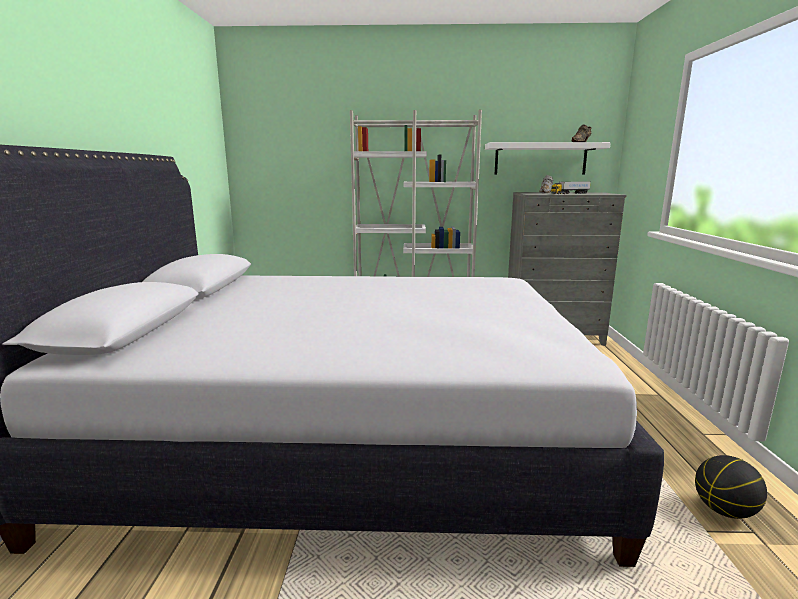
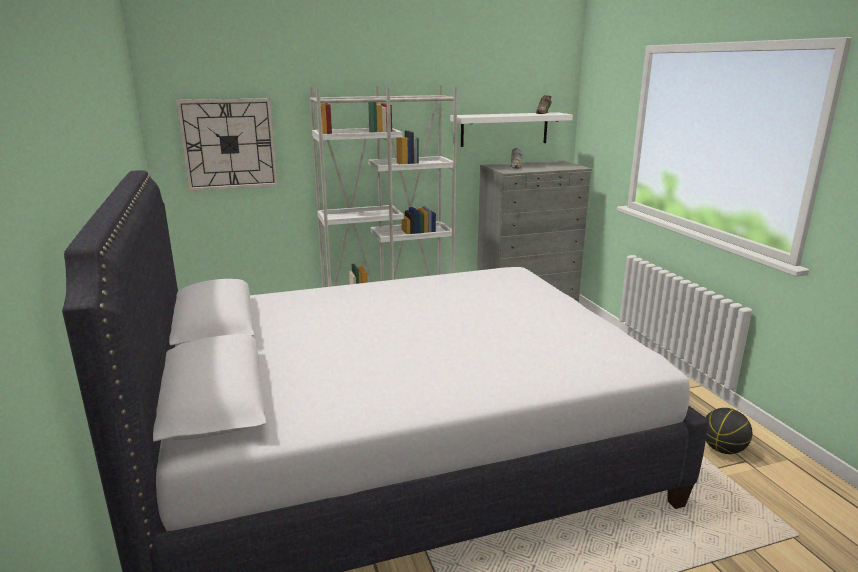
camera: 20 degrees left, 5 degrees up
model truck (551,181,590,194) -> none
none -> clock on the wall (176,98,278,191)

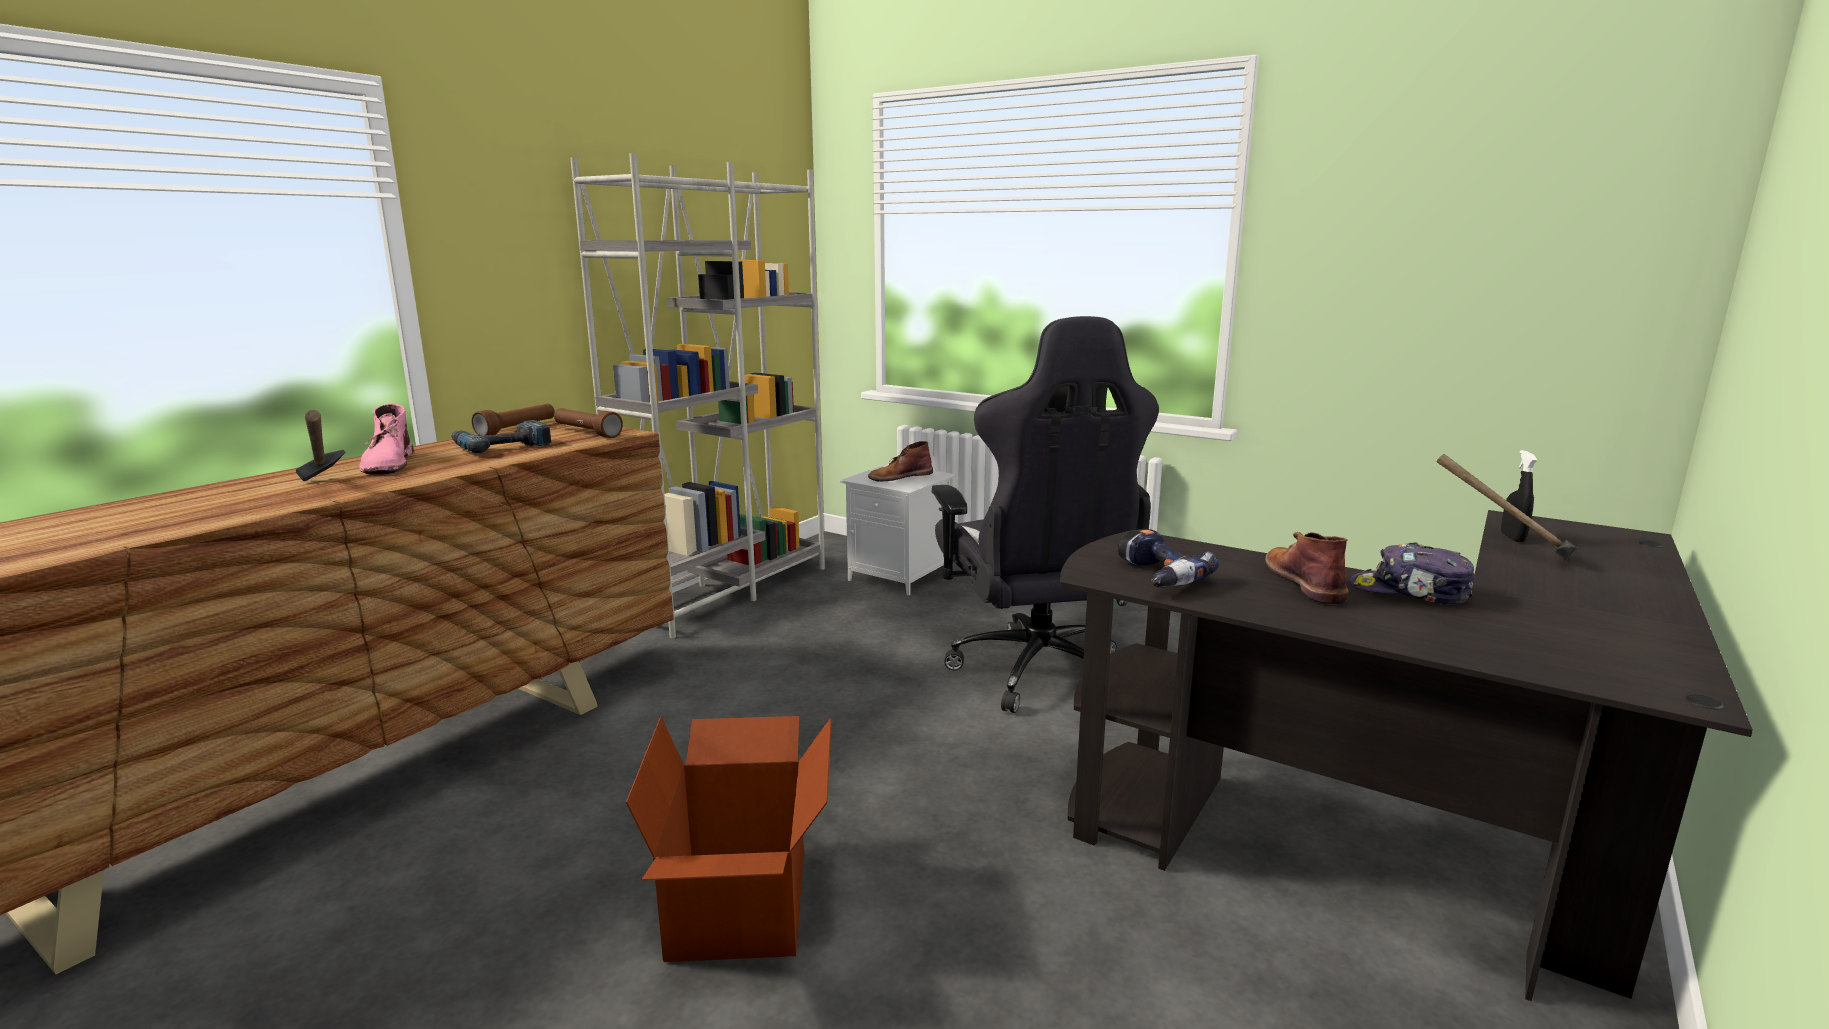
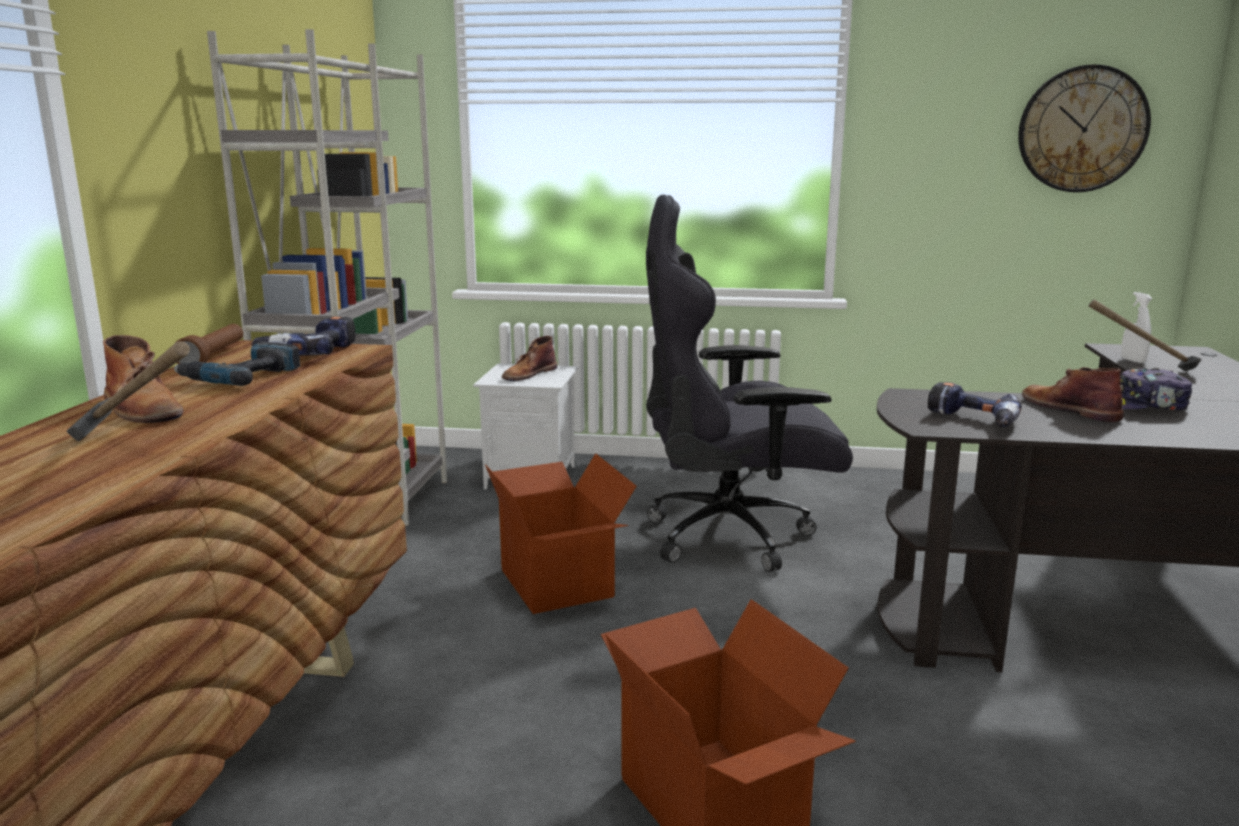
camera: 25 degrees left, 0 degrees up
tall boot/pinkish (359,404,414,474) -> tall boot/brown-coloured (103,335,184,423)
torch/brown-coloured (554,408,623,438) -> power drill (251,316,356,356)
desk chair/blackish (931,316,1159,713) -> desk chair/blackish (646,195,853,572), 120 degrees clockwise
hand sprayer/blackish (1501,450,1537,542) -> hand sprayer/whitish (1121,292,1152,363)
none -> cardboard box (485,453,637,614)
none -> clock on the wall (1018,64,1151,192)

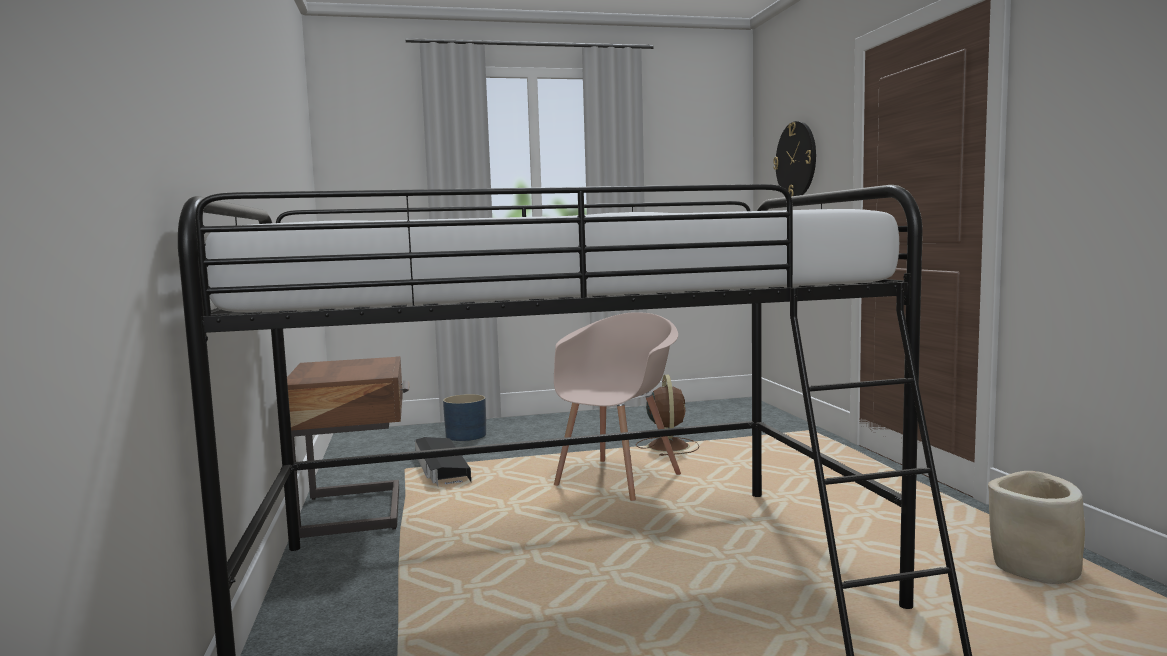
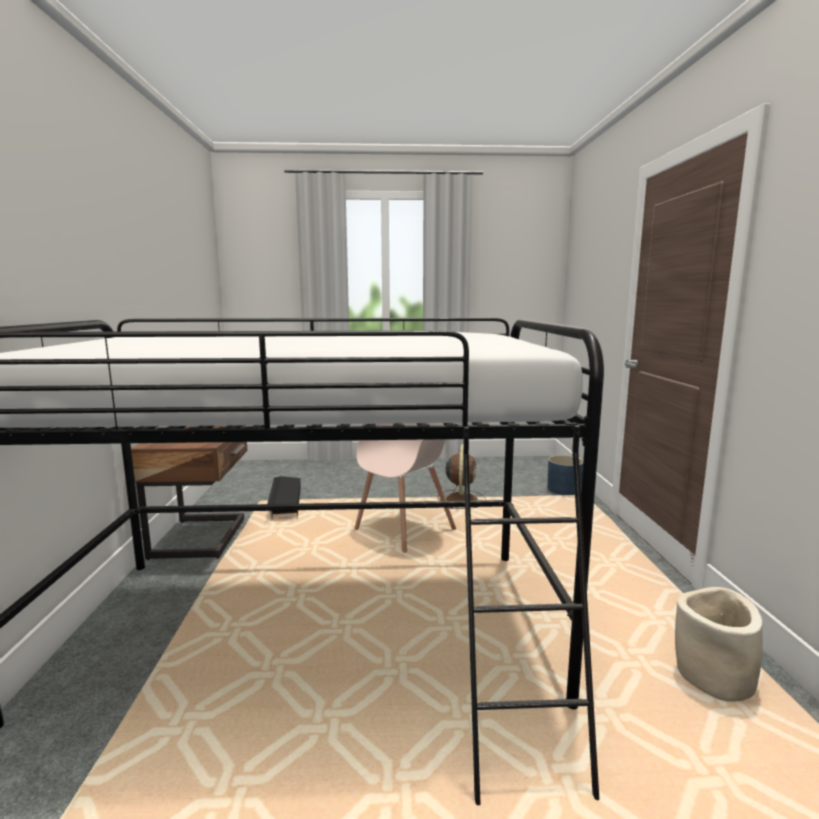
camera: 10 degrees right, 5 degrees up
planter/blue-coloured (443,394,486,441) -> planter/blue-coloured (547,455,583,495), moved
clock on the wall (773,121,816,196) -> none

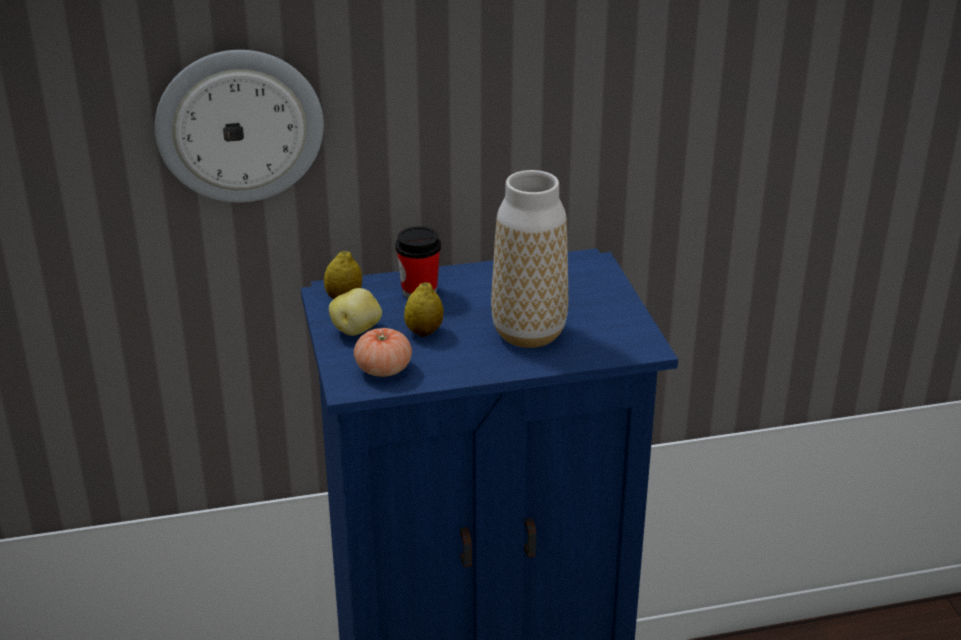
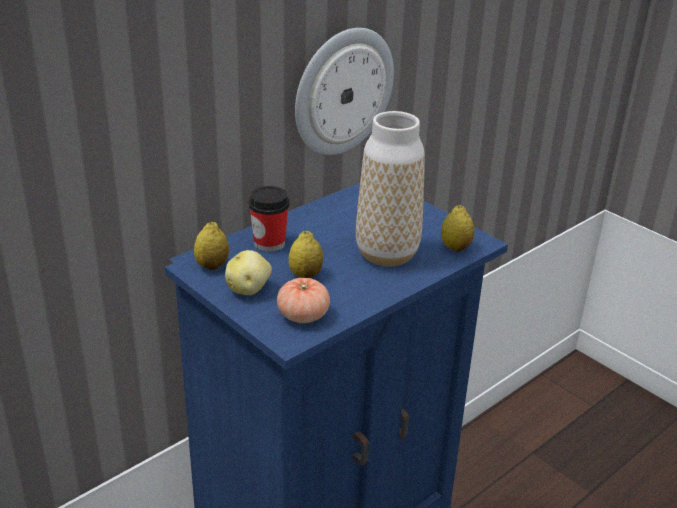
camera: 30 degrees left, 0 degrees up
clock on the wall (155,50,324,203) -> clock on the wall (295,28,394,155), moved
none -> citrus fruit (441,205,475,252)

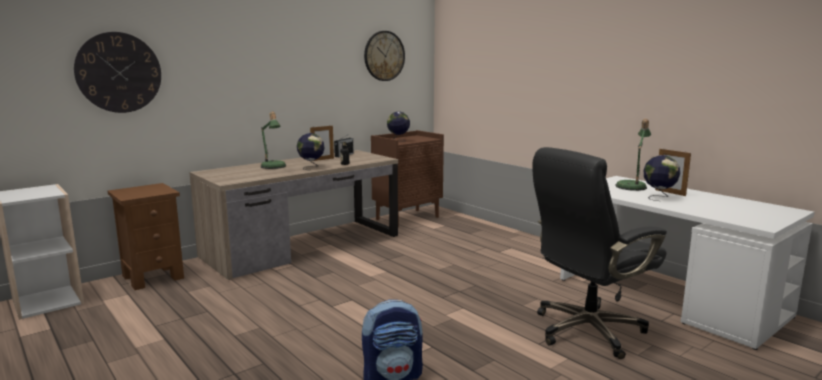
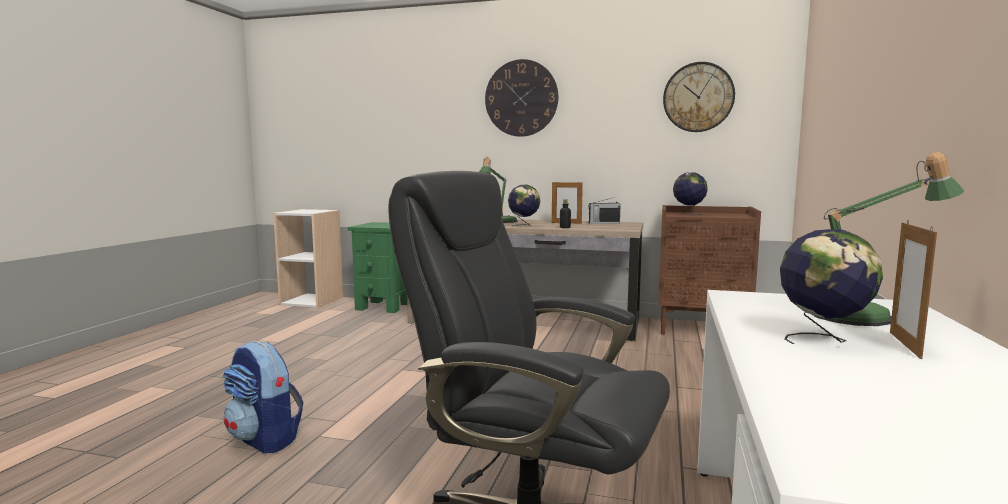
camera: 55 degrees right, 5 degrees down
clock on the wall (74,32,161,113) -> clock on the wall (485,59,558,137), moved
nightstand/brown-coloured (108,183,184,290) -> nightstand/green (348,222,407,313)

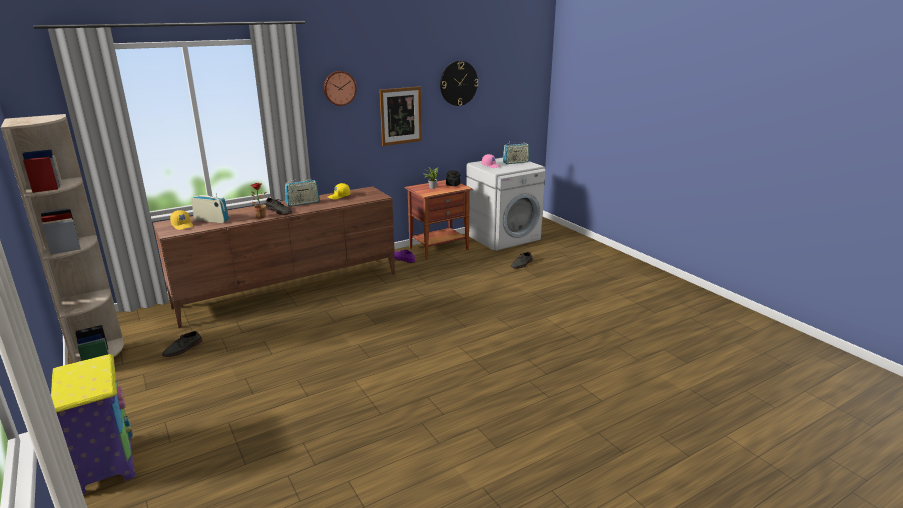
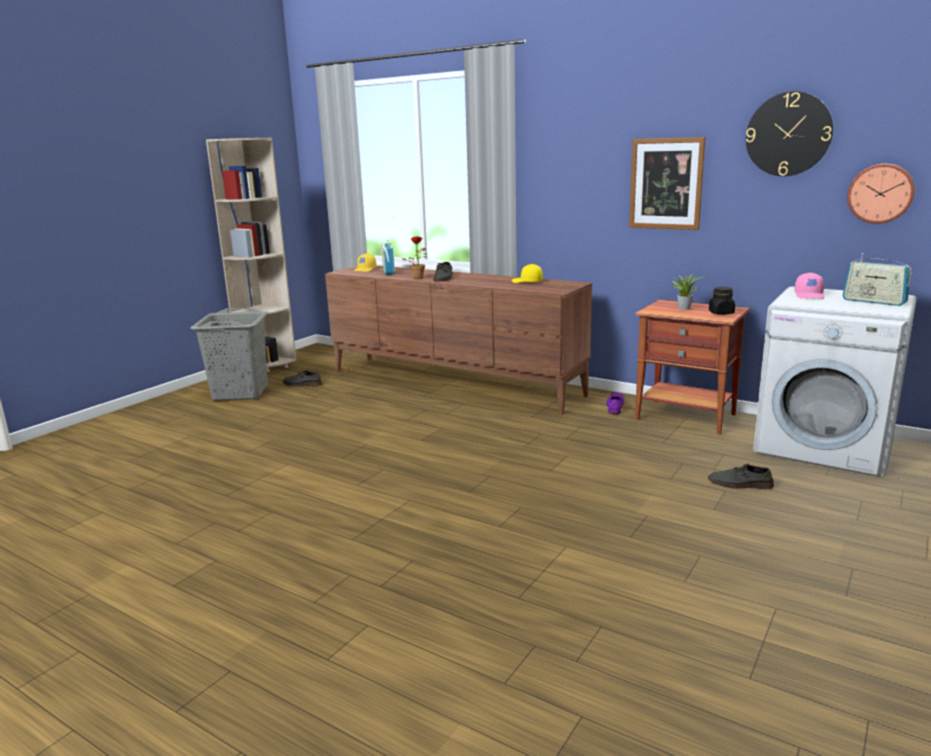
camera: 65 degrees right, 5 degrees down
nightstand (51,354,136,496) -> none
radio receiver (285,178,320,207) -> none
clock on the wall (323,71,357,106) -> clock on the wall (847,164,915,224), moved
none -> hamper/gray (190,307,268,401)

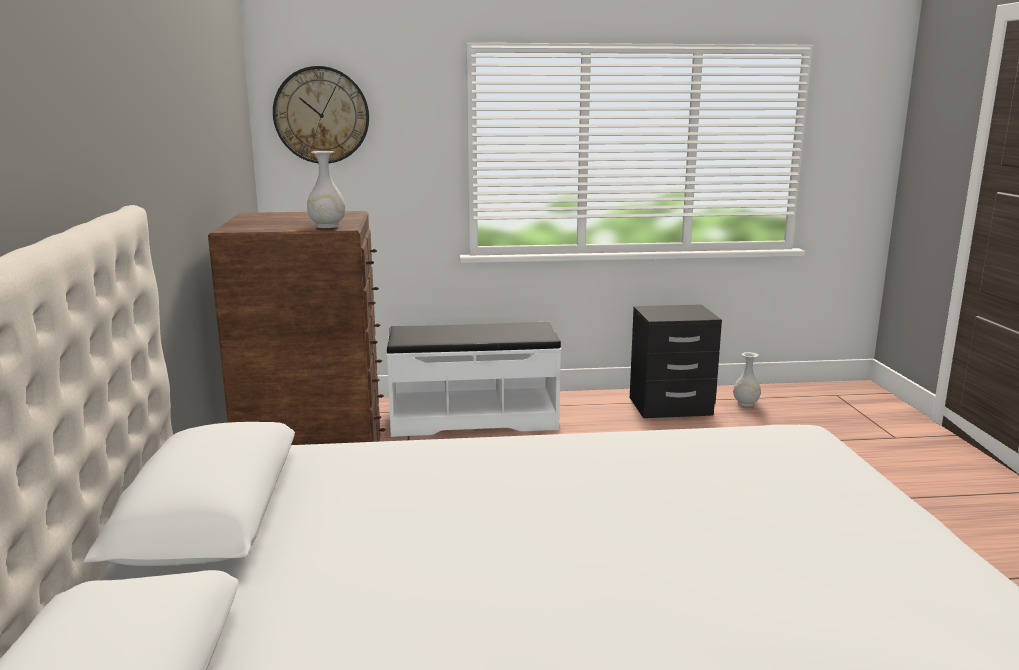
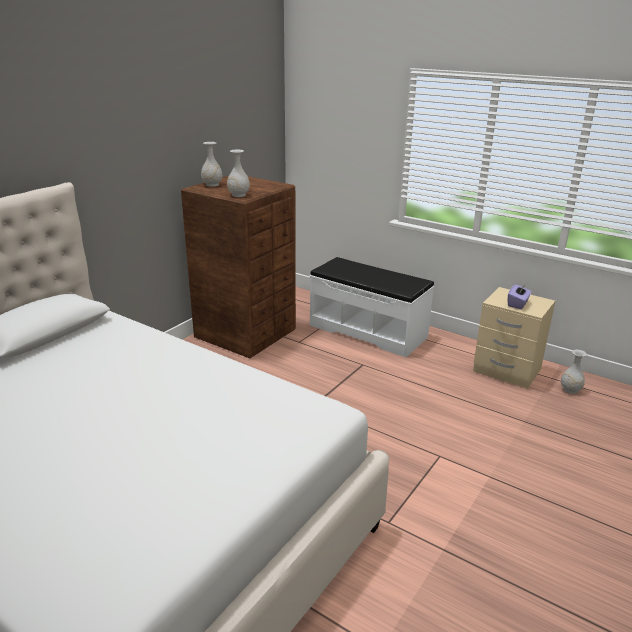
camera: 40 degrees right, 10 degrees up
clock on the wall (273,66,369,163) -> none
nightstand/blackish (630,304,722,418) -> nightstand/beige (473,287,555,389)
none -> decorative vase/whitish (201,142,223,187)
none -> tissue box/purplish (508,284,532,309)

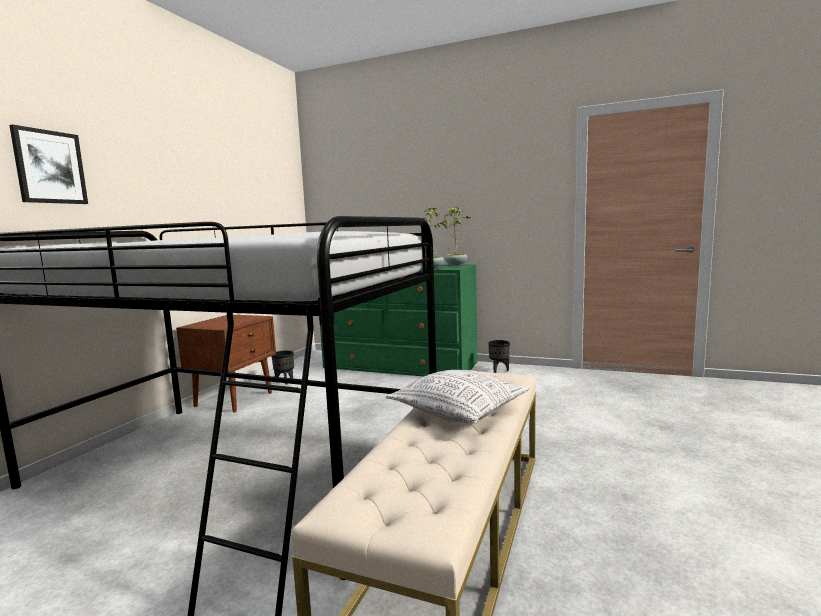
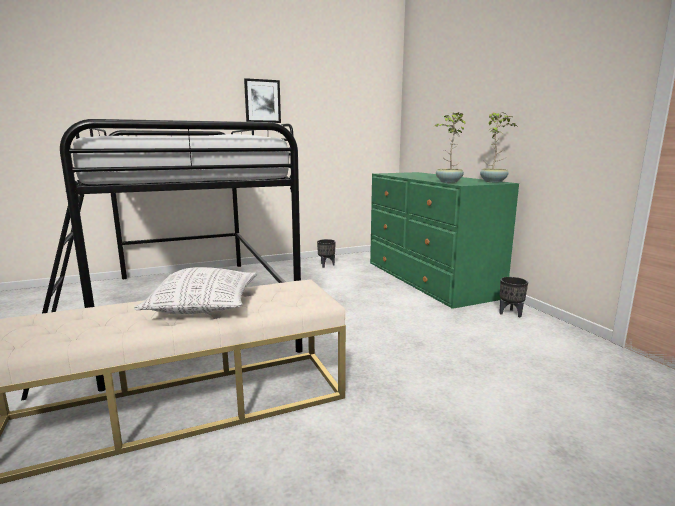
camera: 45 degrees right, 5 degrees up
picture (9,125,88,204) -> picture (244,78,281,123), moved
nightstand/brown-coloured (176,315,276,412) -> none

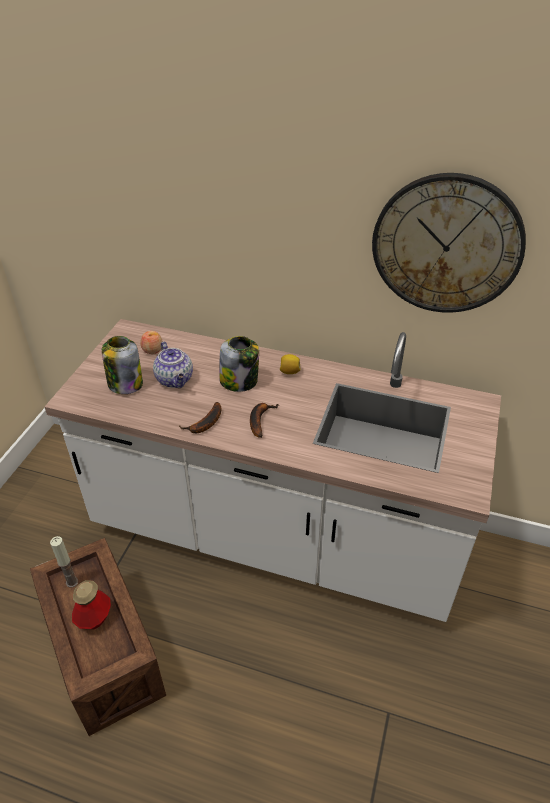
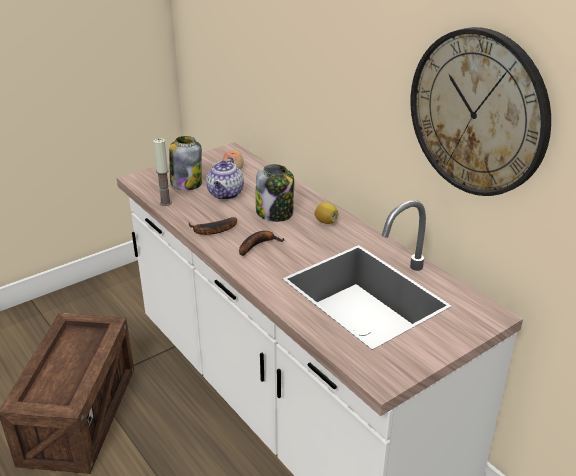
camera: 35 degrees right, 10 degrees down
wax light (50,536,78,588) -> wax light (153,138,172,206), moved
bottle (72,580,111,629) -> none

